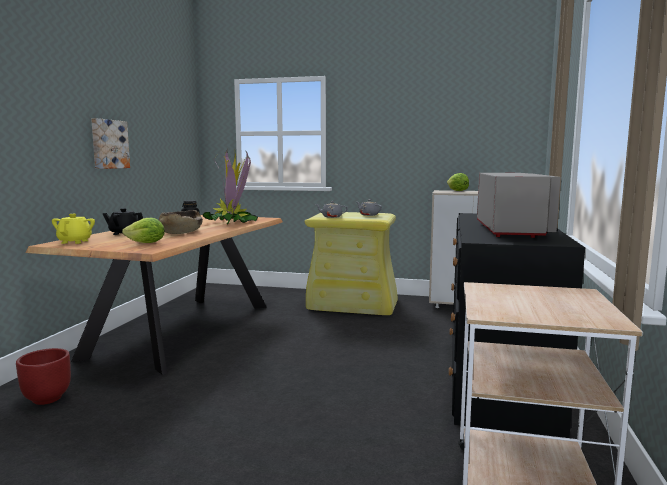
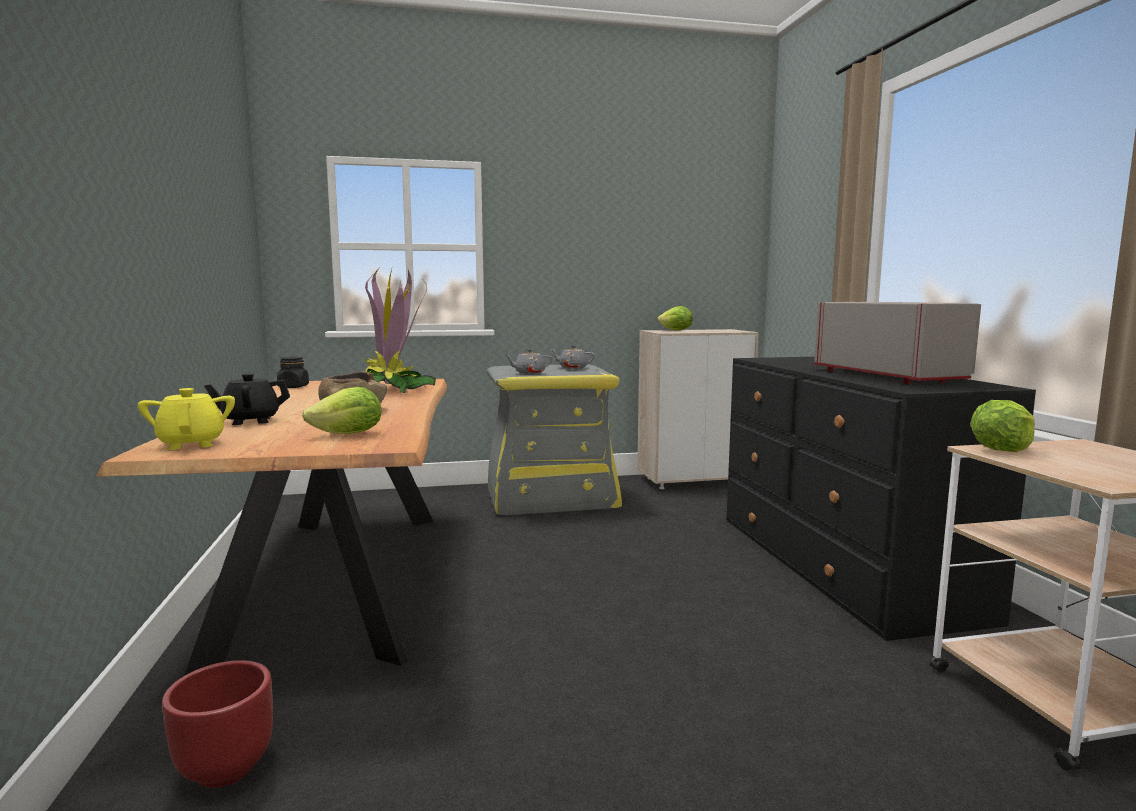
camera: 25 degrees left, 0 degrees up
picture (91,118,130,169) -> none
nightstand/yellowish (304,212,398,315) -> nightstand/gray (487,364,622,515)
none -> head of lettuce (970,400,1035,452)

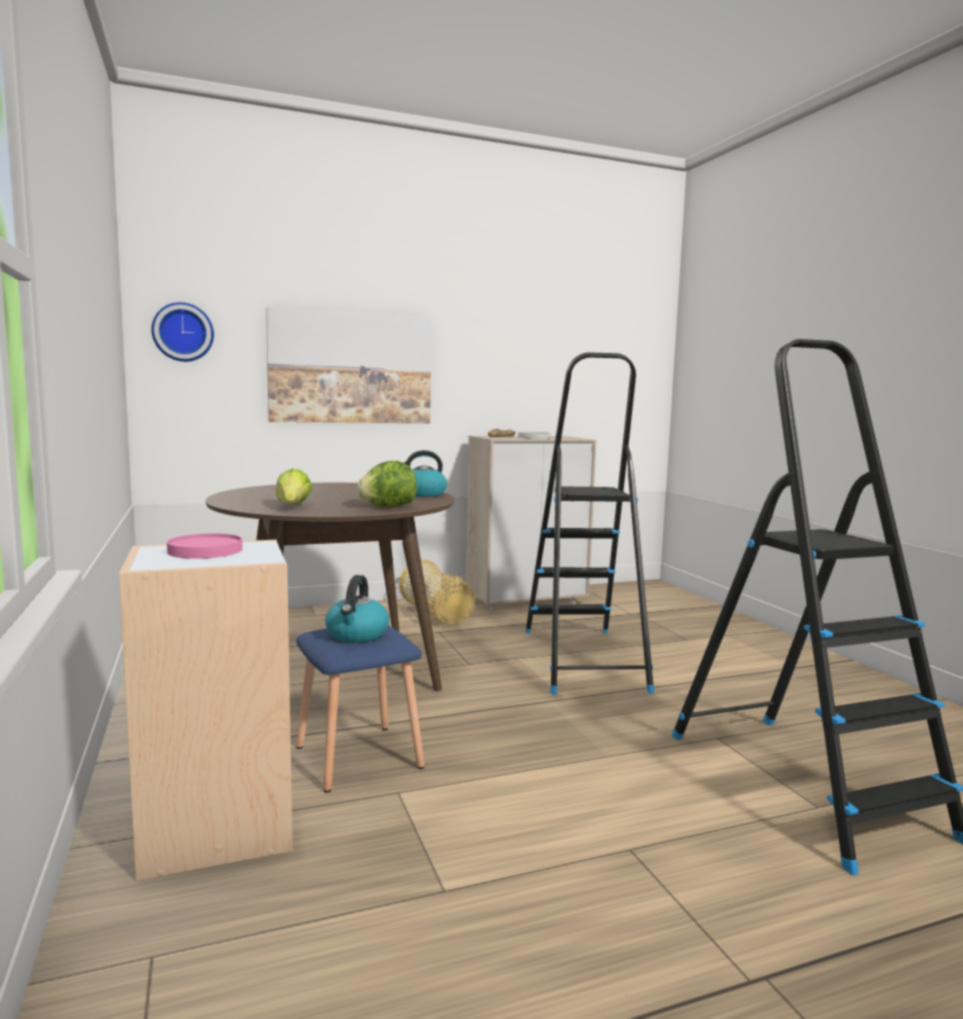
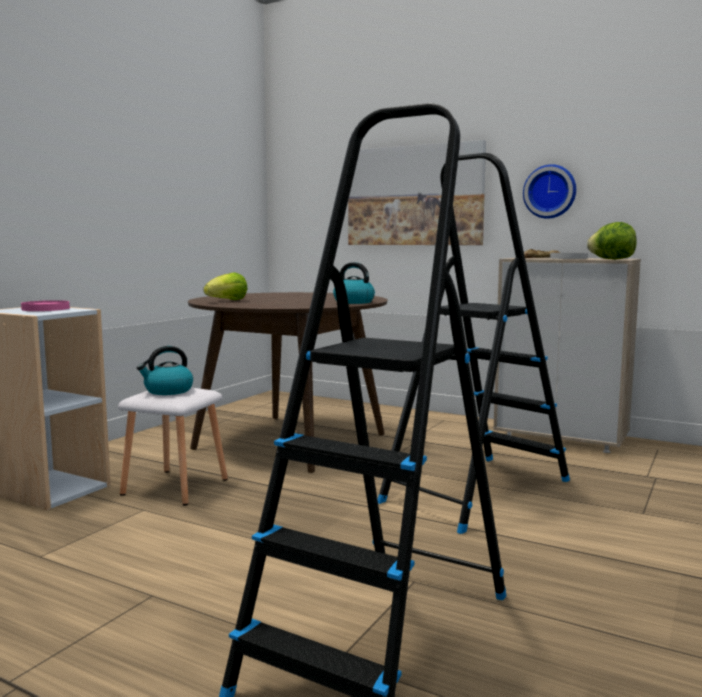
camera: 50 degrees right, 0 degrees up
clock on the wall (151,302,214,362) -> clock on the wall (523,164,576,219), moved
stool/blue-coloured (296,625,424,793) -> stool/whitish (118,388,228,505)
head of lettuce (357,461,417,507) -> head of lettuce (587,222,637,260), moved
household basket (399,560,475,625) -> none

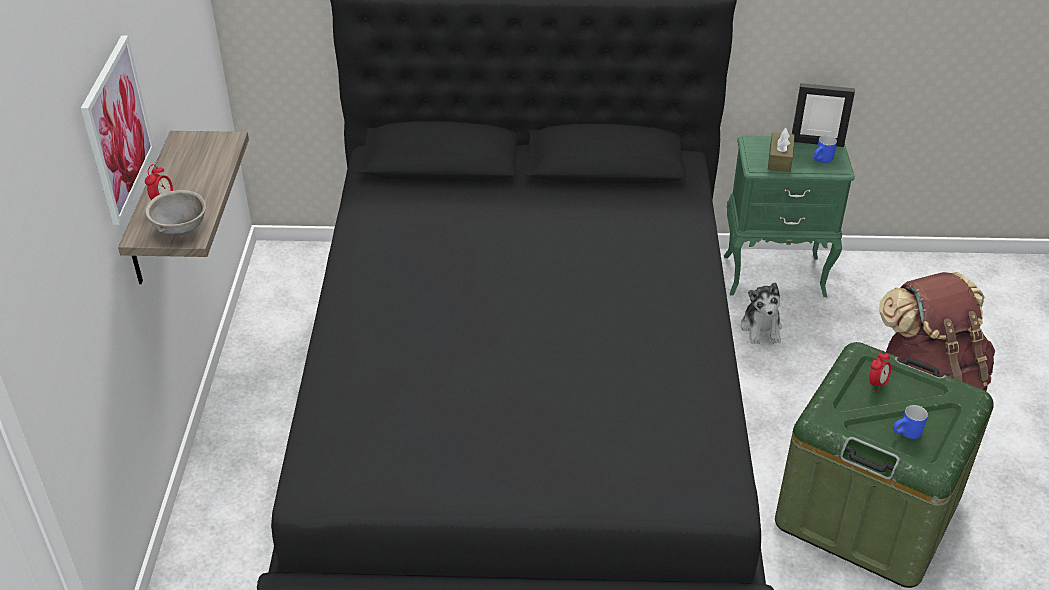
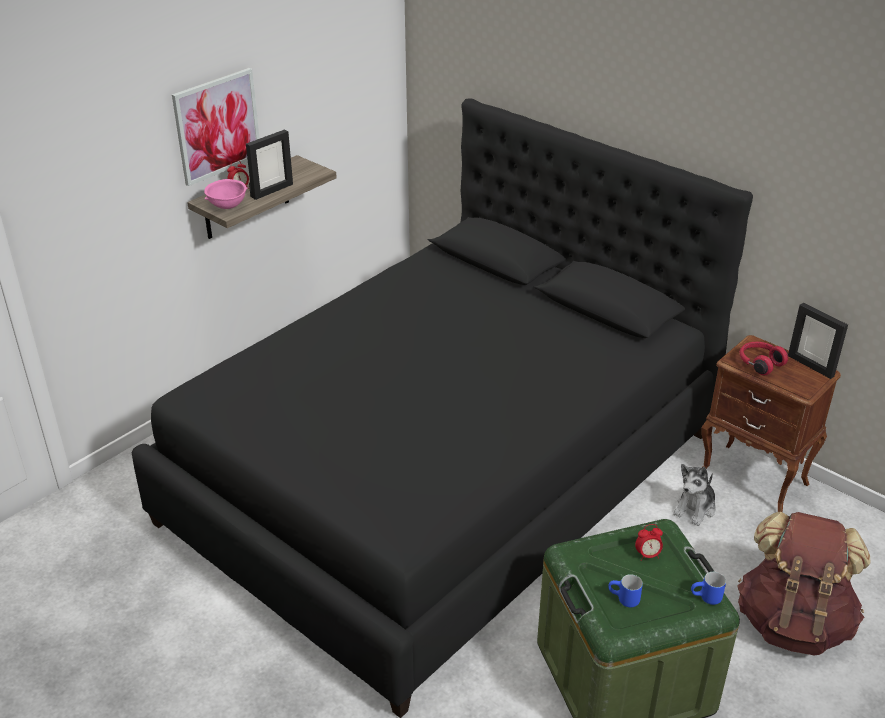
camera: 40 degrees right, 5 degrees down
serving bowl/gray (145,190,206,236) -> serving bowl/pinkish (204,179,248,209)
nightstand/green (724,136,855,297) -> nightstand/brown-coloured (701,335,841,512)
tissue box/brown-coloured (768,128,795,172) -> pair of headphones/red-coloured (740,342,788,375)
coffee mug/blue-coloured (813,135,837,163) -> coffee mug/blue-coloured (691,572,726,605), moved
none -> standing frame (246,130,293,200)

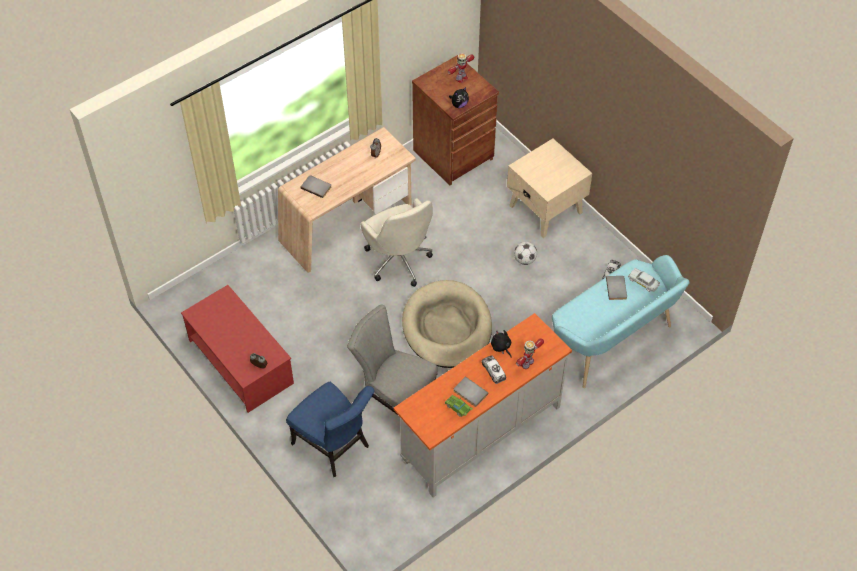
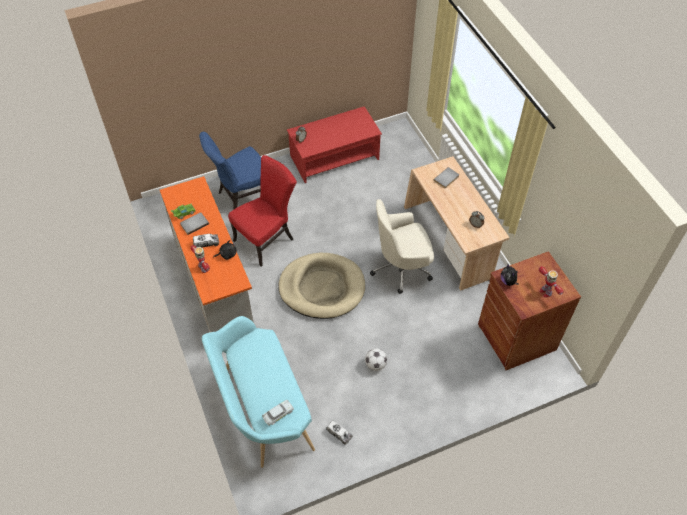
camera: 105 degrees right, 0 degrees up
upright chair/gray (347,304,438,416) -> upright chair/red-coloured (228,155,297,266)
nightstand/beige (507,139,592,238) -> none
bound book/gray (606,276,627,300) -> none

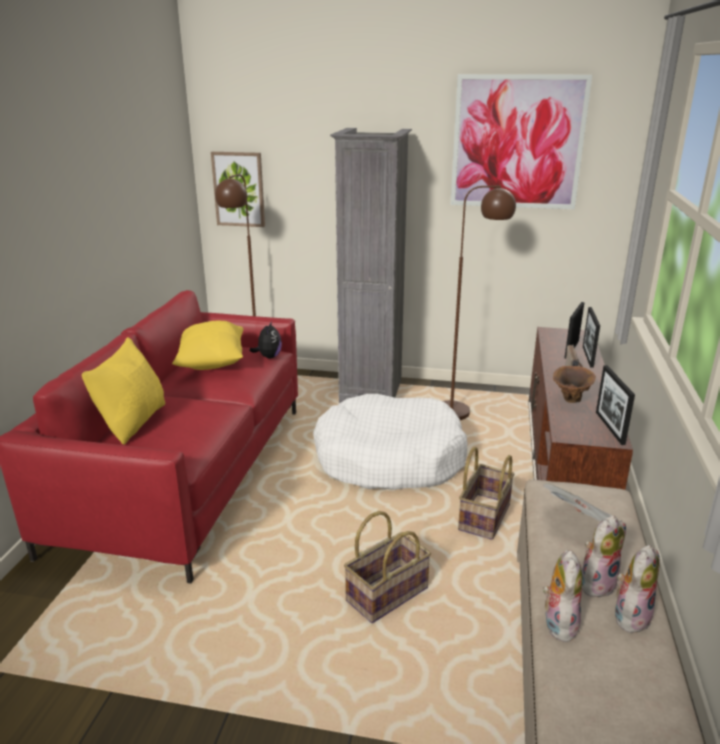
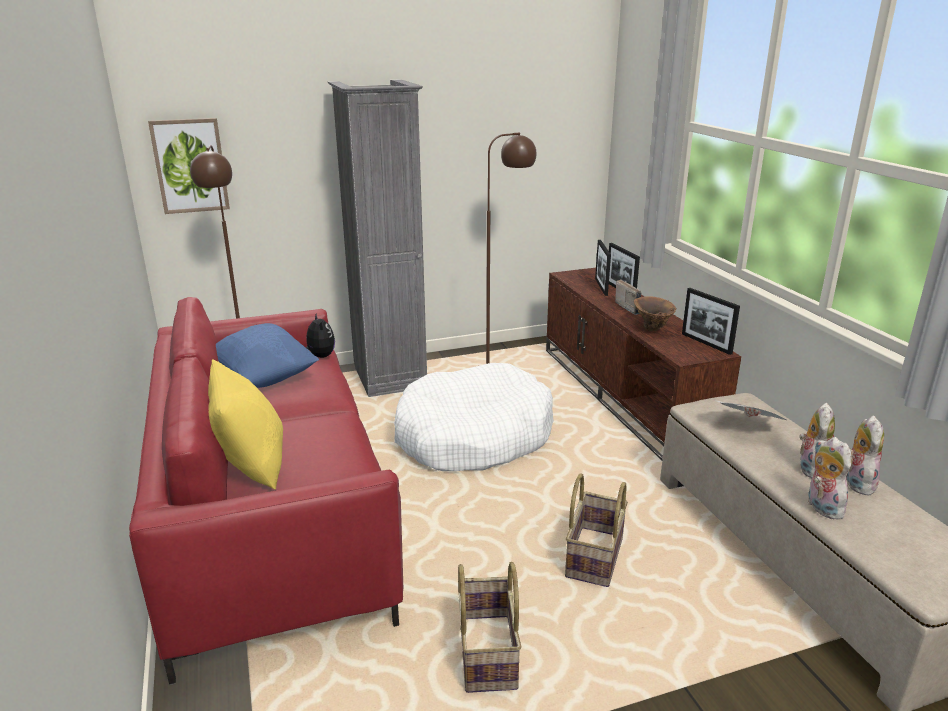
camera: 30 degrees left, 0 degrees up
throw pillow/yellowish (172,321,243,370) -> throw pillow/blue-coloured (216,323,319,388)
picture (450,74,592,209) -> none
household basket (458,447,515,540) -> household basket (458,562,522,693), moved

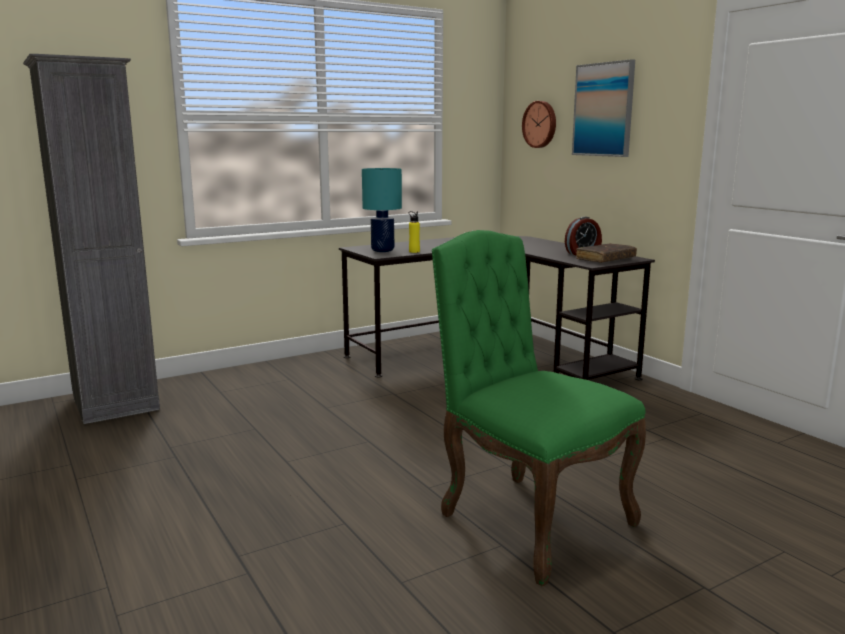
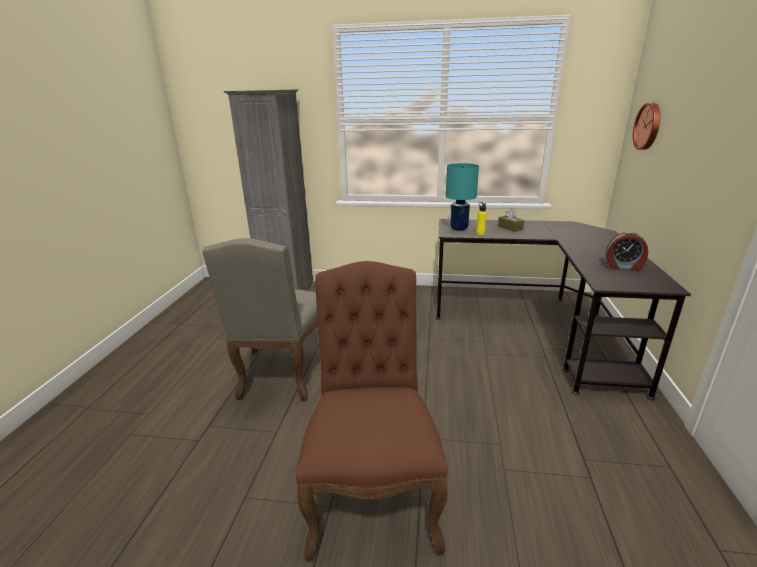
camera: 40 degrees right, 10 degrees up
upright chair/green (432,230,646,586) -> upright chair/brown-coloured (296,261,448,562)
picture (572,59,635,157) -> none
bound book/brown-coloured (576,243,637,263) -> none
none -> upright chair/gray (202,238,319,401)
none -> tissue box/brown-coloured (498,209,524,232)

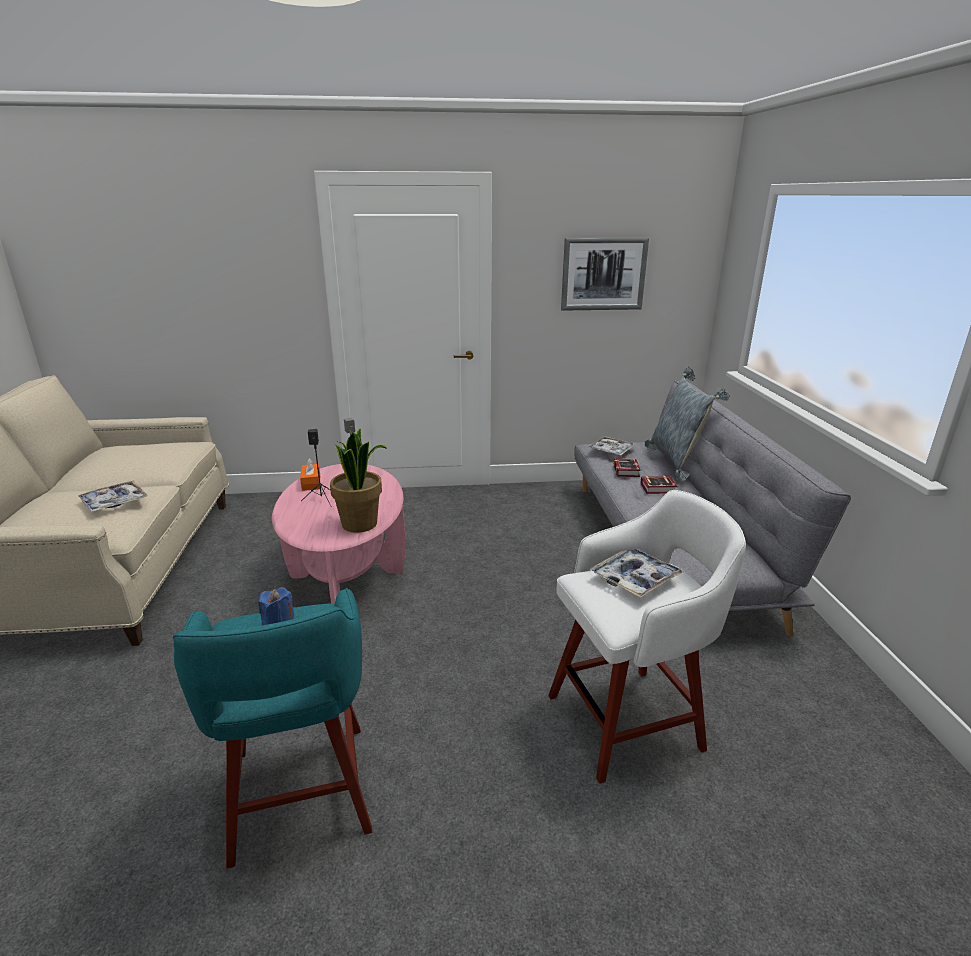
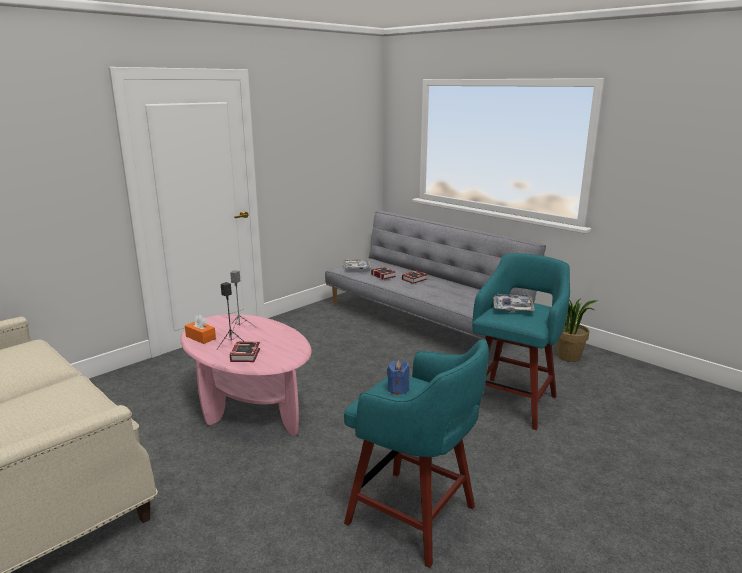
camera: 40 degrees left, 5 degrees down
tray (78,481,148,512) -> none
plant in a pot (330,429,386,533) -> plant in a pot (557,299,598,362), moved
stool/whitish (548,490,746,784) -> stool/turquoise (472,253,570,430)
picture (561,238,649,310) -> none
throw pillow (645,366,730,483) -> none
none -> bound book (230,342,260,362)

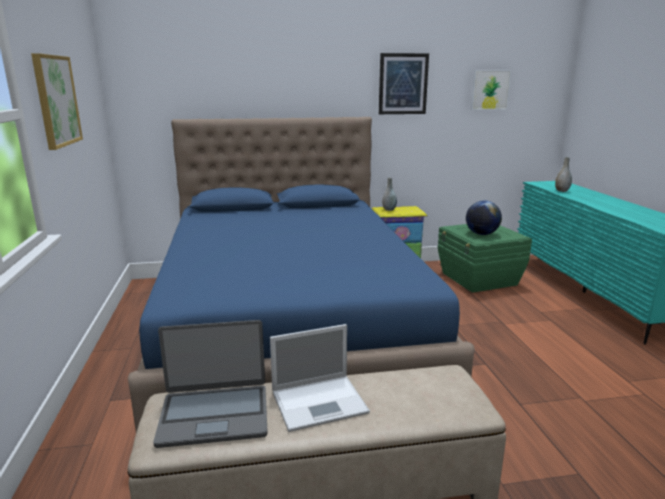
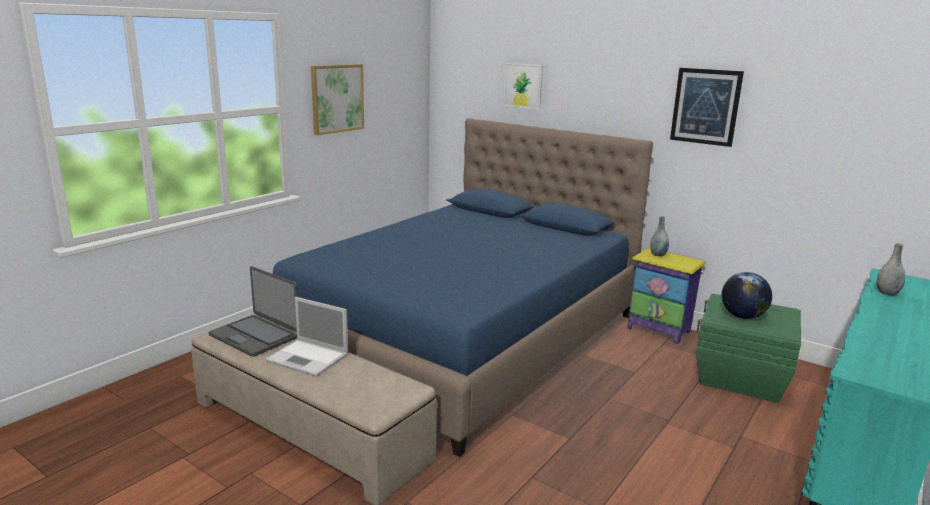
camera: 45 degrees right, 0 degrees up
picture (471,70,512,110) -> picture (503,63,543,110), moved

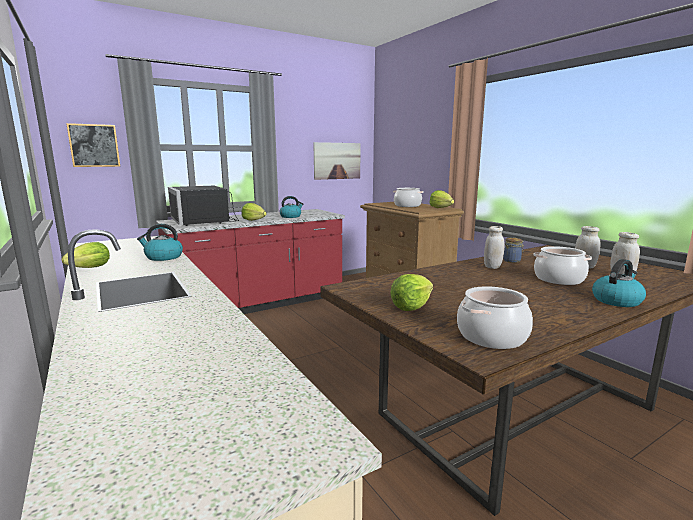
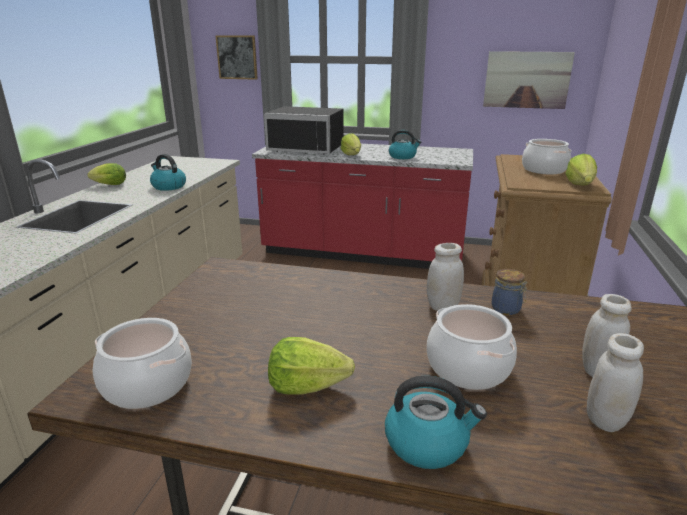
camera: 45 degrees right, 10 degrees up
kitchen microwave/blackish (168,186,239,226) -> kitchen microwave/blackish (264,106,344,155), 90 degrees counterclockwise
head of lettuce (390,274,433,311) -> head of lettuce (268,337,355,395), moved

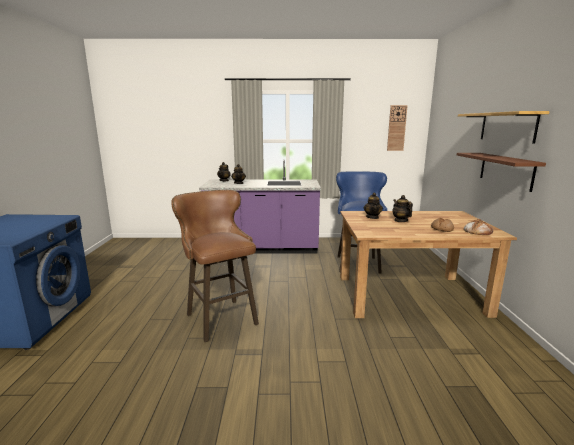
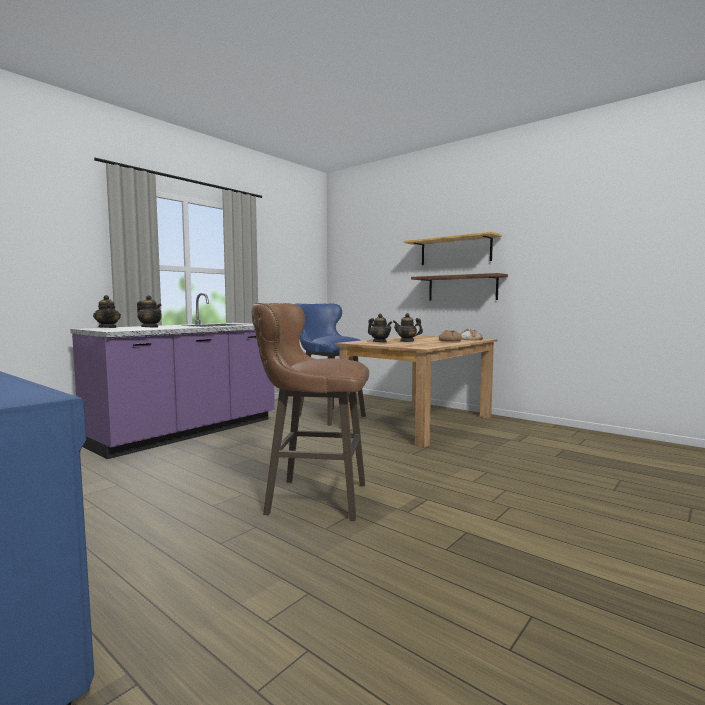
camera: 50 degrees left, 10 degrees down
clock on the wall (387,105,408,151) -> none

